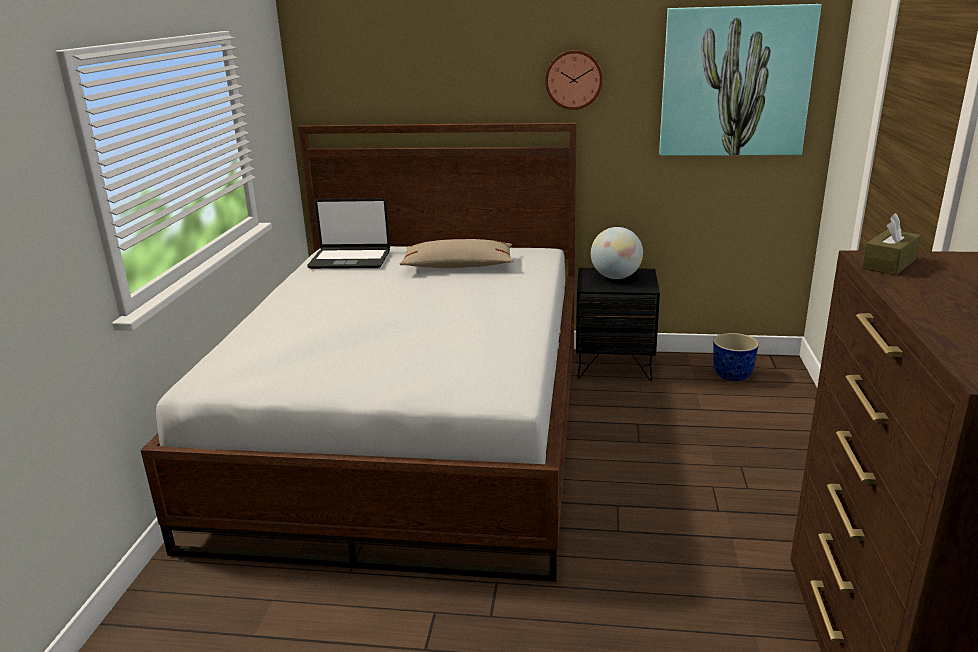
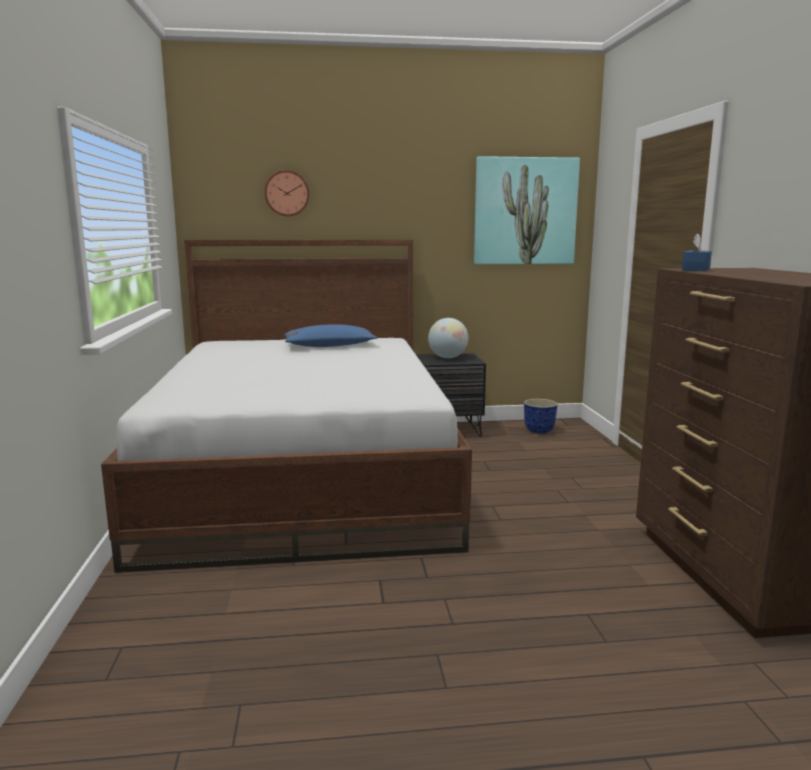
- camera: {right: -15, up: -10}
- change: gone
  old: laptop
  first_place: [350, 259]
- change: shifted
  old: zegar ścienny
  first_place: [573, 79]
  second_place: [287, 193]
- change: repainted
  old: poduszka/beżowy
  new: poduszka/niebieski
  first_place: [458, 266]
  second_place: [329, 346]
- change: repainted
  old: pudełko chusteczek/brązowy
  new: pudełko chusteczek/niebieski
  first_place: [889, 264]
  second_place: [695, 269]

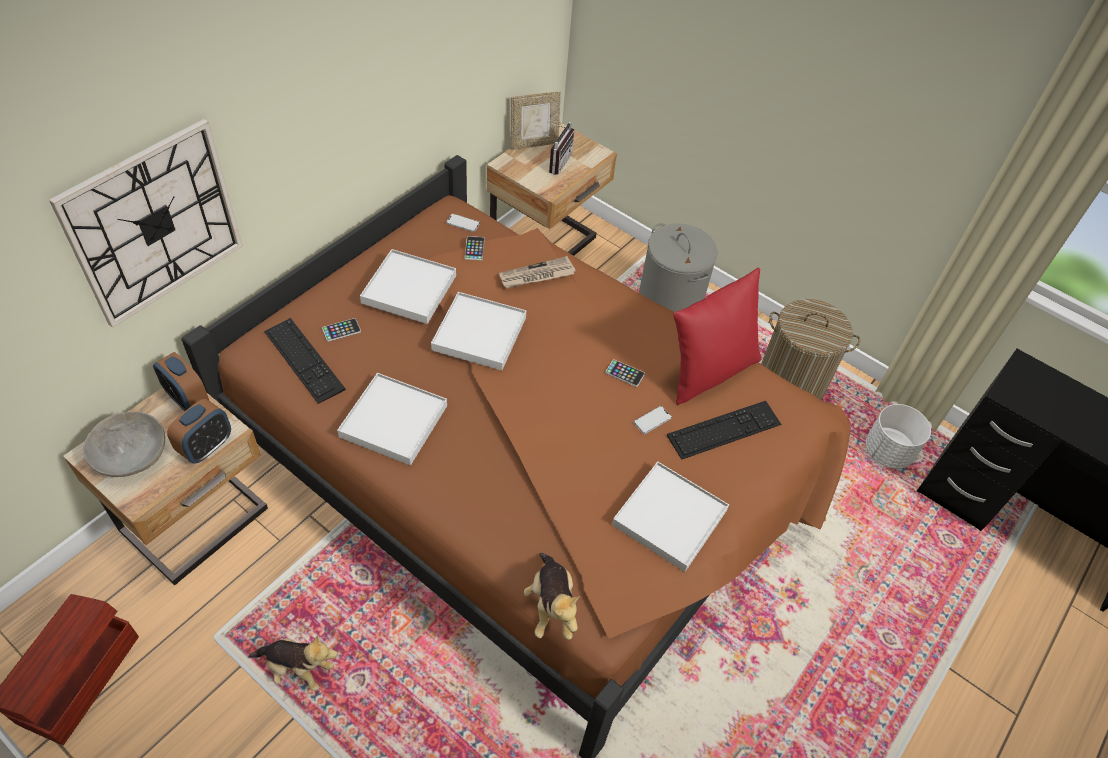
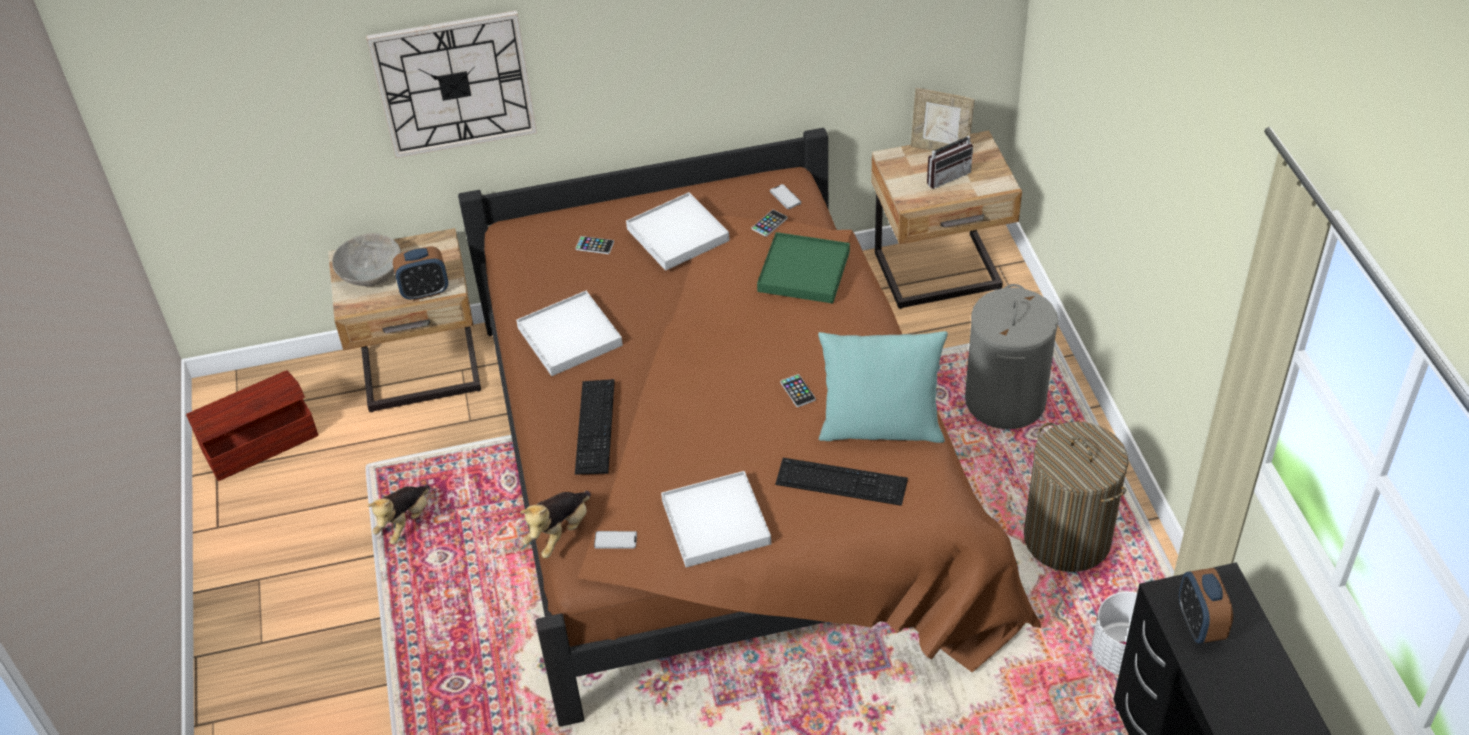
- camera: {right: 45, up: -5}
- change: gone
  old: taca/biały
  first_place: [479, 334]
- change: shifted
  old: budzik
  first_place: [187, 399]
  second_place: [1199, 624]
- change: shifted
  old: klawiatura
  first_place: [304, 360]
  second_place: [595, 426]
- change: shifted
  old: telefon
  first_place: [652, 420]
  second_place: [615, 540]
- change: swapped
  old: gazeta
  new: taca/zielony
  first_place: [536, 275]
  second_place: [803, 271]
- change: repainted
  old: poduszka/czerwony
  new: poduszka/turkusowy
  first_place: [708, 371]
  second_place: [880, 428]
- change: rotated
  old: pluszak
  first_place: [297, 669]
  second_place: [405, 522]
  degrees: 60

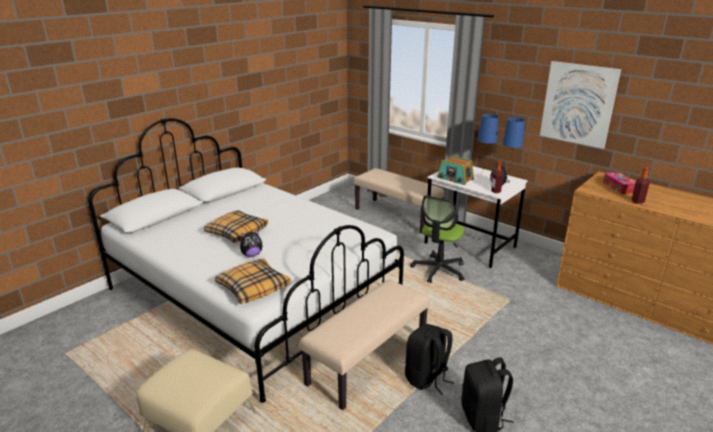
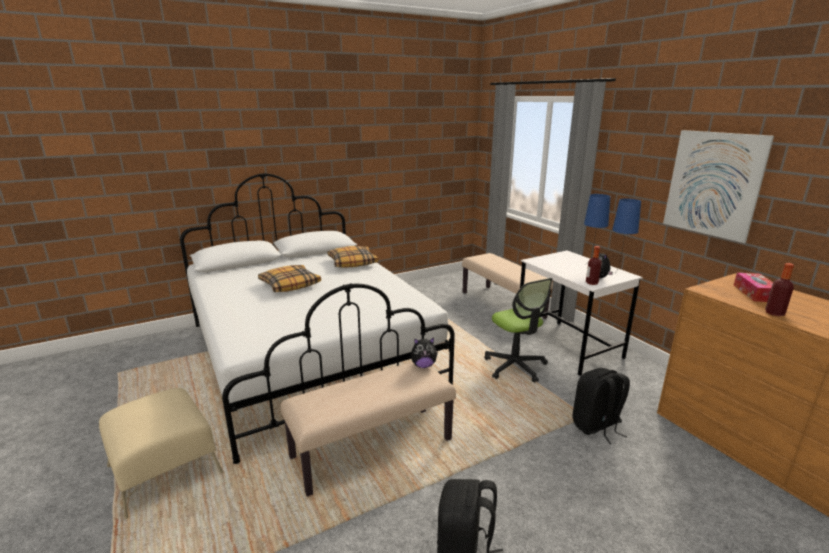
- camera: {right: 20, up: -5}
- change: gone
  old: radio
  first_place: [455, 179]
- change: shifted
  old: poduszka
  first_place: [253, 287]
  second_place: [352, 262]
- change: shifted
  old: pluszak
  first_place: [251, 255]
  second_place: [423, 365]
- change: shifted
  old: plecak/czarny
  first_place: [427, 378]
  second_place: [596, 426]
- change: rotated
  old: krzesło biurowe
  first_place: [438, 270]
  second_place: [515, 366]
  degrees: -75

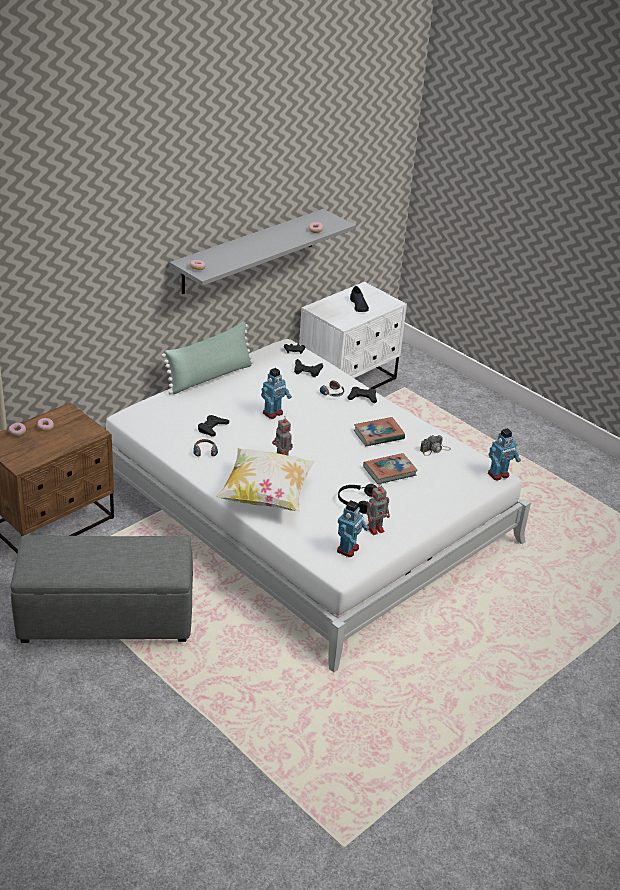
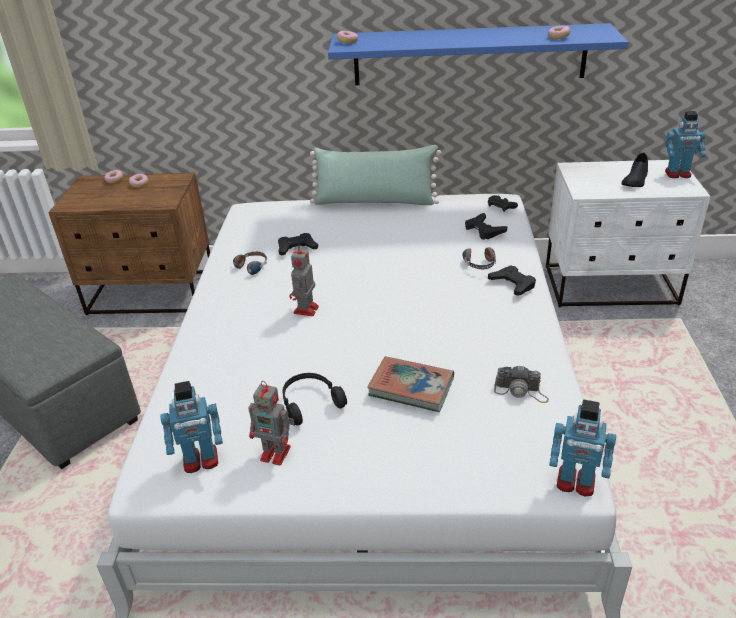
- camera: {right: 50, up: 0}
- change: gone
  old: poduszka
  first_place: [266, 495]
- change: gone
  old: książka
  first_place: [378, 435]
- change: shifted
  old: robot zabawkowy
  first_place: [273, 413]
  second_place: [678, 174]
- change: repainted
  old: półka/szary
  new: półka/niebieski
  first_place: [249, 251]
  second_place: [469, 55]

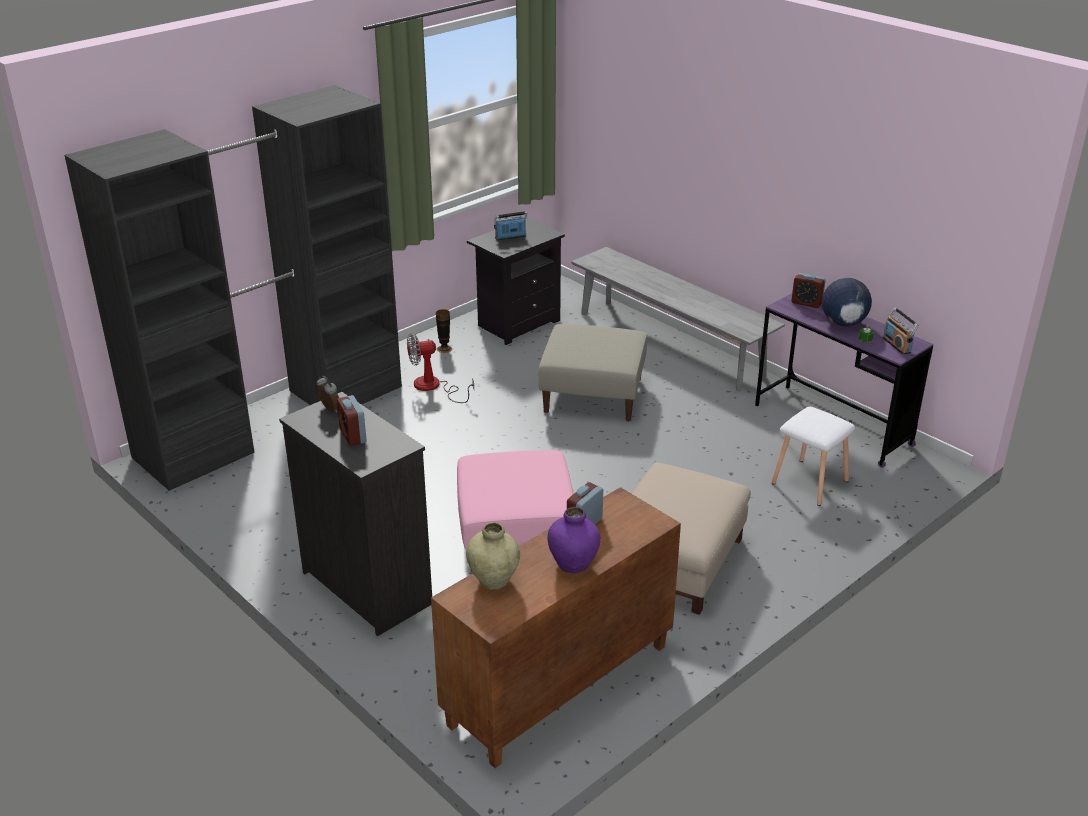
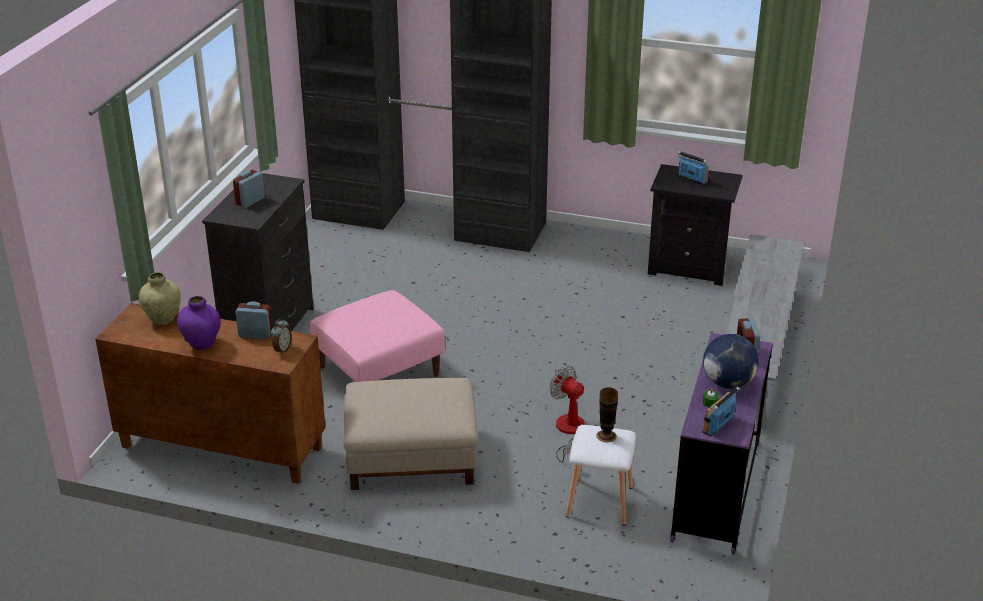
- camera: {right: 60, up: 0}
- change: gone
  old: pufa/beżowy
  first_place: [594, 395]
- change: shifted
  old: budzik
  first_place: [329, 409]
  second_place: [282, 349]
- change: shifted
  old: wentylator
  first_place: [434, 387]
  second_place: [569, 432]
- change: shifted
  old: wazon
  first_place: [444, 349]
  second_place: [606, 436]

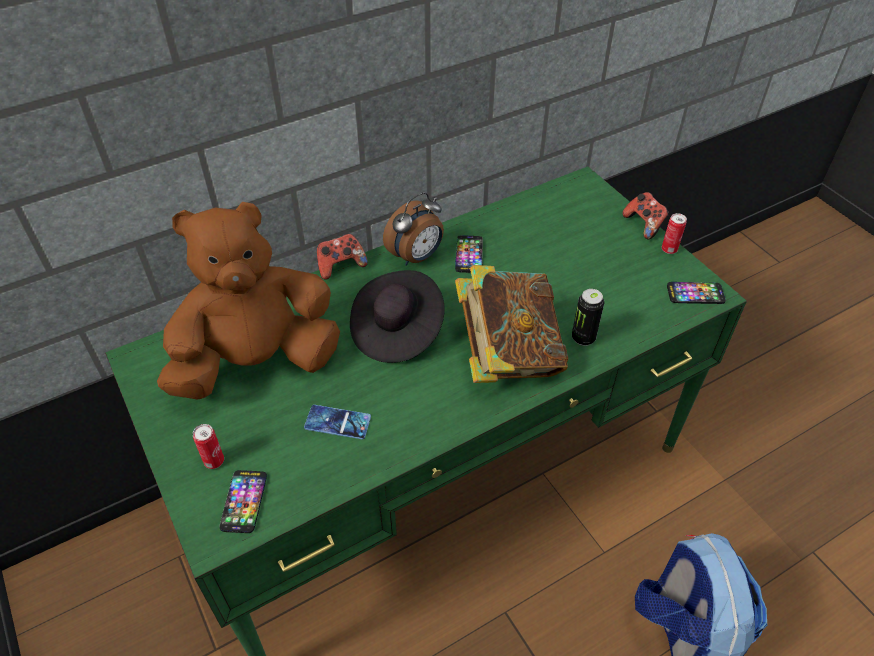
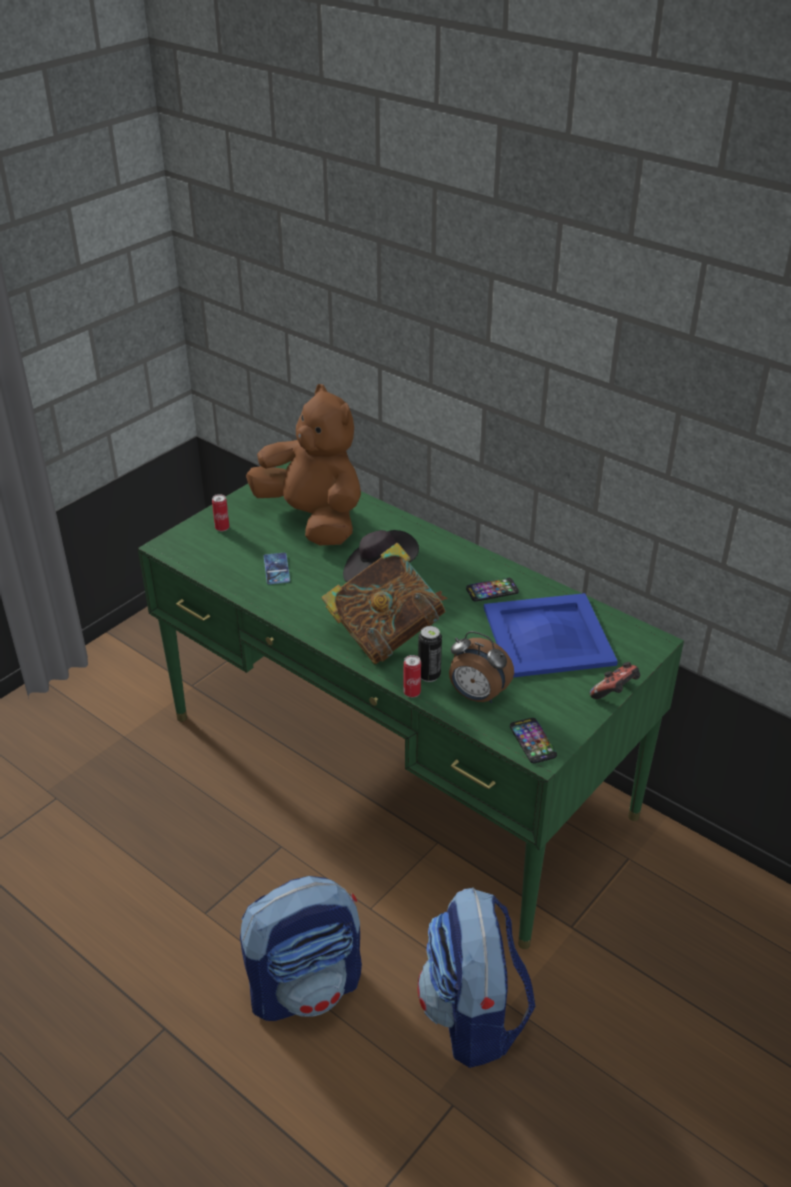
- camera: {right: 70, up: -10}
- change: gone
  old: telefon
  first_place: [244, 502]
- change: gone
  old: pad do gier
  first_place: [341, 266]
- change: new
  new: plecak
  second_place: [473, 1016]
- change: new
  new: taca/niebieski
  second_place: [547, 635]
- change: shifted
  old: budzik
  first_place: [416, 257]
  second_place: [477, 696]
- change: shifted
  old: puszka
  first_place: [669, 249]
  second_place: [412, 693]

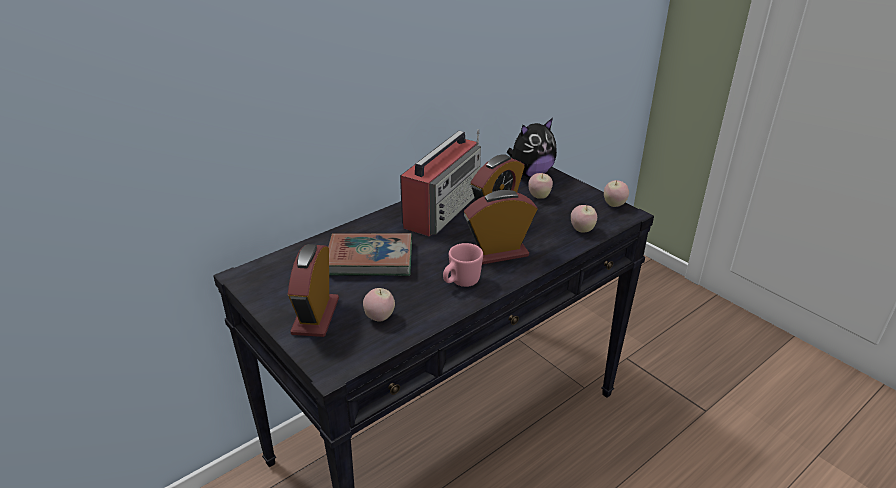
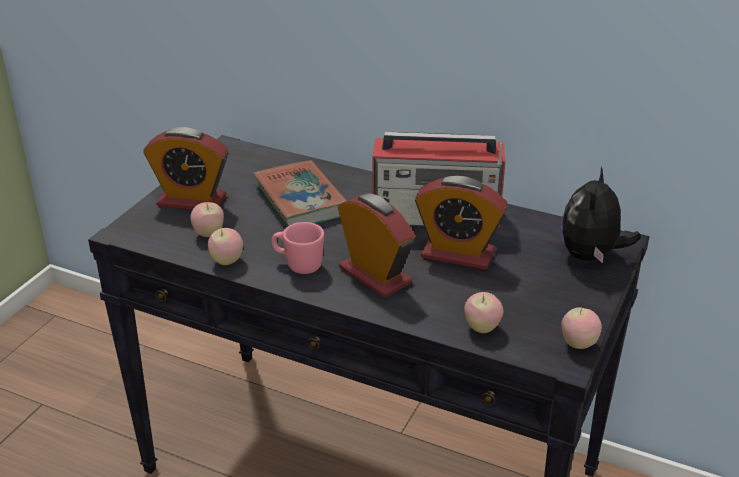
- camera: {right: 65, up: 0}
- change: shifted
  old: jabłko
  first_place: [539, 196]
  second_place: [227, 261]
- change: rotated
  old: budzik
  first_place: [315, 316]
  second_place: [191, 201]
  degrees: -150
- change: rotated
  old: pluszak
  first_place: [530, 174]
  second_place: [591, 256]
  degrees: 75

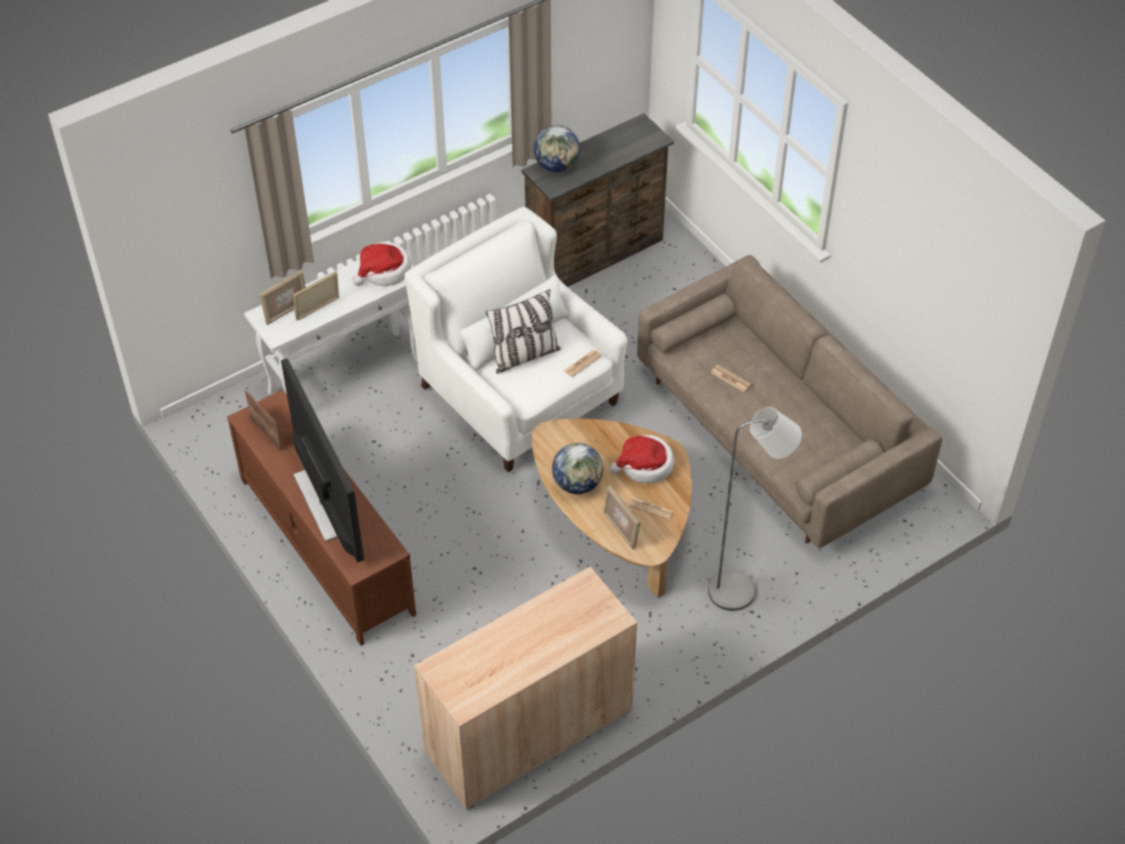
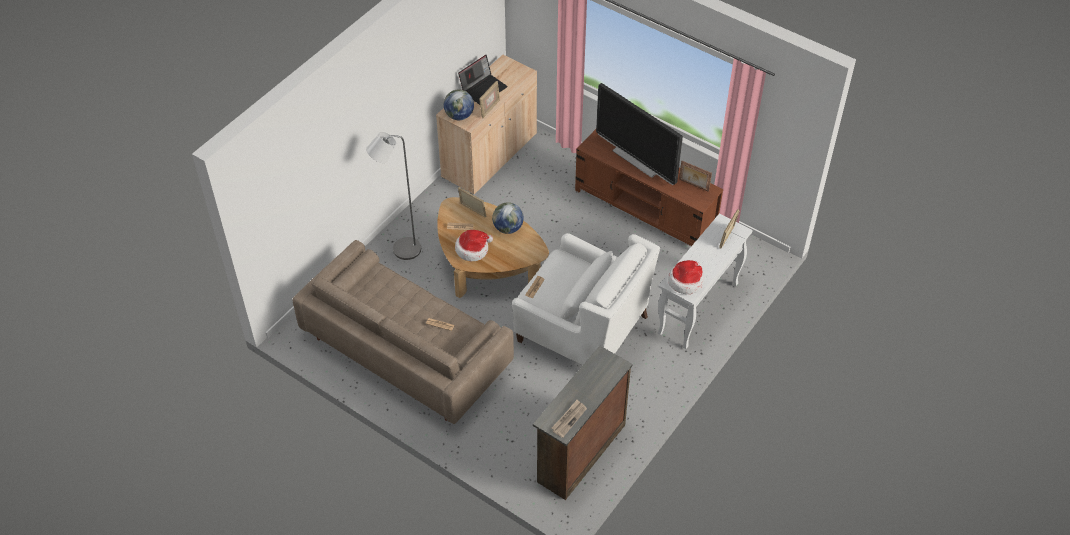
- camera: {right: 160, up: 0}
- change: gone
  old: poduszka
  first_place: [524, 356]
- change: new
  new: laptop
  second_place: [483, 88]
- change: new
  new: gazeta
  second_place: [569, 419]
- change: shifted
  old: ramka na zdjęcie
  first_place: [318, 309]
  second_place: [490, 108]
- change: shifted
  old: globus
  first_place: [557, 166]
  second_place: [459, 116]

